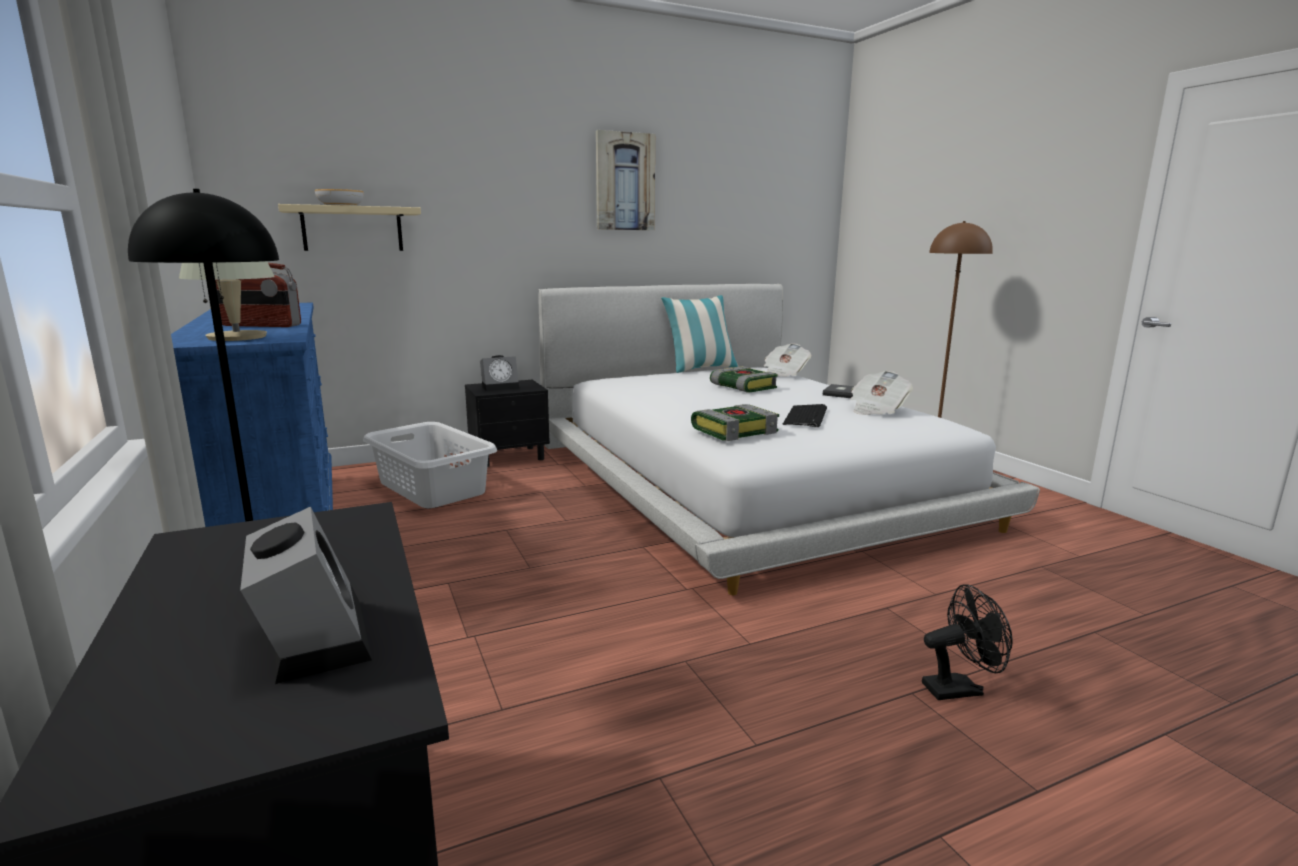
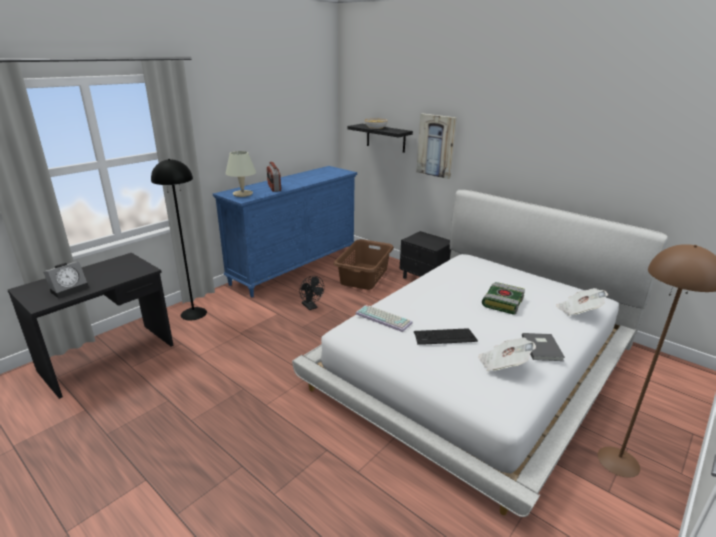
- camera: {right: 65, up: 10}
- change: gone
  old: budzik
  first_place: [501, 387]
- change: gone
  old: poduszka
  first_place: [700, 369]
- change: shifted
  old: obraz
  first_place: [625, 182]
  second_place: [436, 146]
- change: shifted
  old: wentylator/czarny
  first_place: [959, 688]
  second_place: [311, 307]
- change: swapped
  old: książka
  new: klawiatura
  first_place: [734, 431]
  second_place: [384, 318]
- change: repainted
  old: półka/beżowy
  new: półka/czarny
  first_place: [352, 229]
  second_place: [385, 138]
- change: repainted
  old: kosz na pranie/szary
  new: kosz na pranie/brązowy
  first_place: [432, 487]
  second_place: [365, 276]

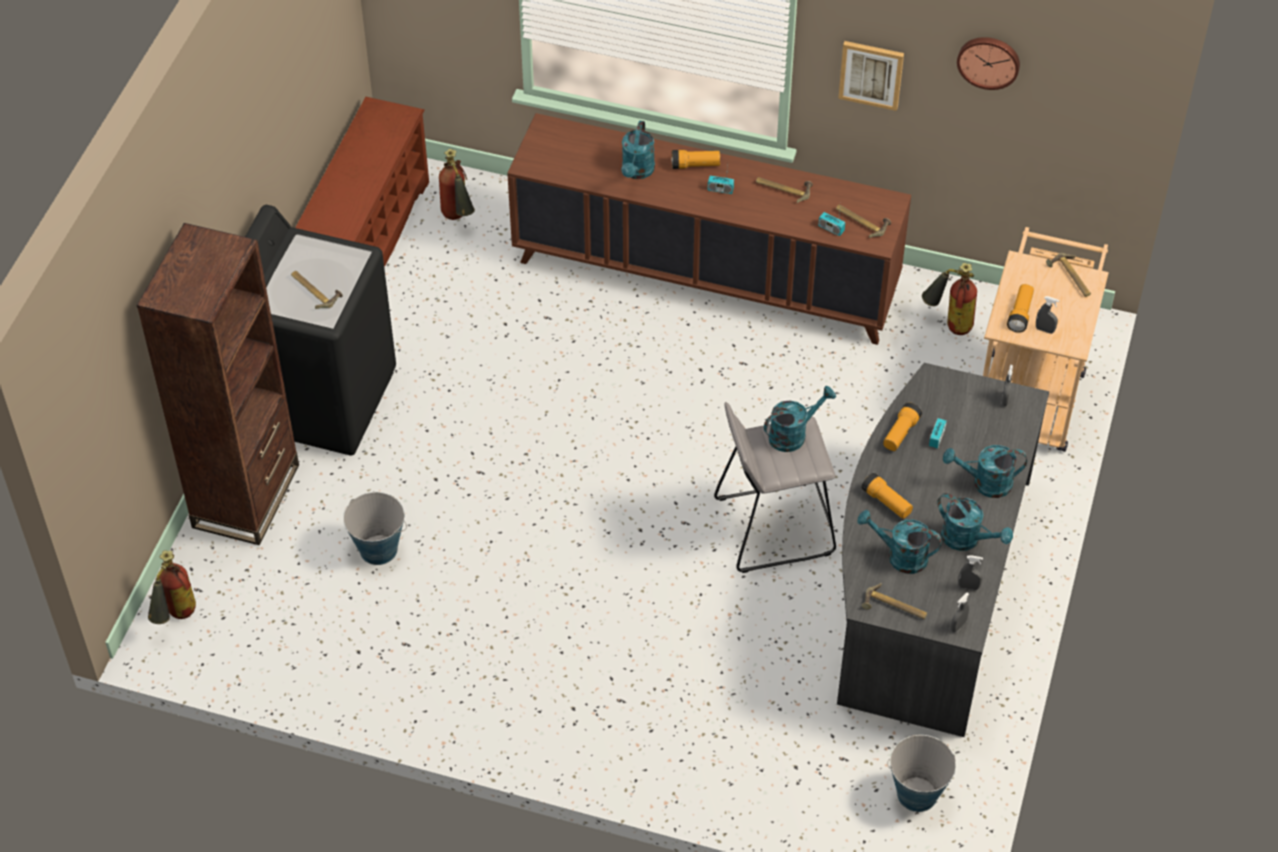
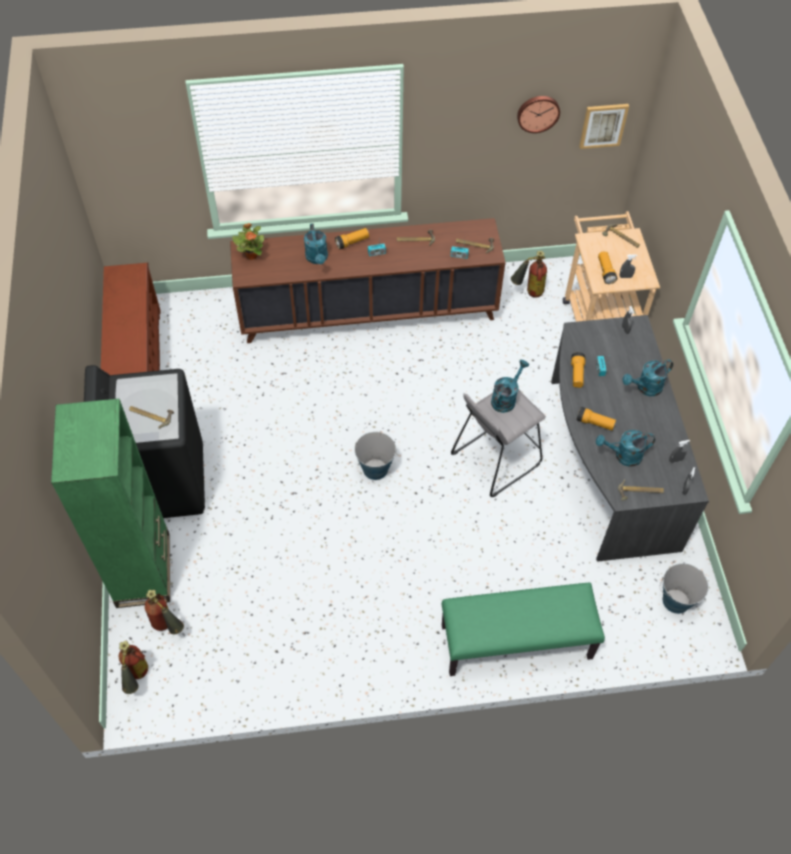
- camera: {right: -25, up: 5}
- change: gone
  old: konewka/turkusowy
  first_place: [967, 539]
- change: new
  new: roślina doniczkowa
  second_place: [251, 255]
- change: new
  new: ławka/zielony
  second_place: [516, 643]
- change: shifted
  old: wiadro
  first_place: [378, 549]
  second_place: [375, 469]
- change: shifted
  old: gaśnica
  first_place: [458, 219]
  second_place: [168, 627]
- change: shifted
  old: obraz
  first_place: [871, 74]
  second_place: [603, 125]
- change: repainted
  old: regał/brązowy
  new: regał/zielony
  first_place: [246, 496]
  second_place: [143, 570]

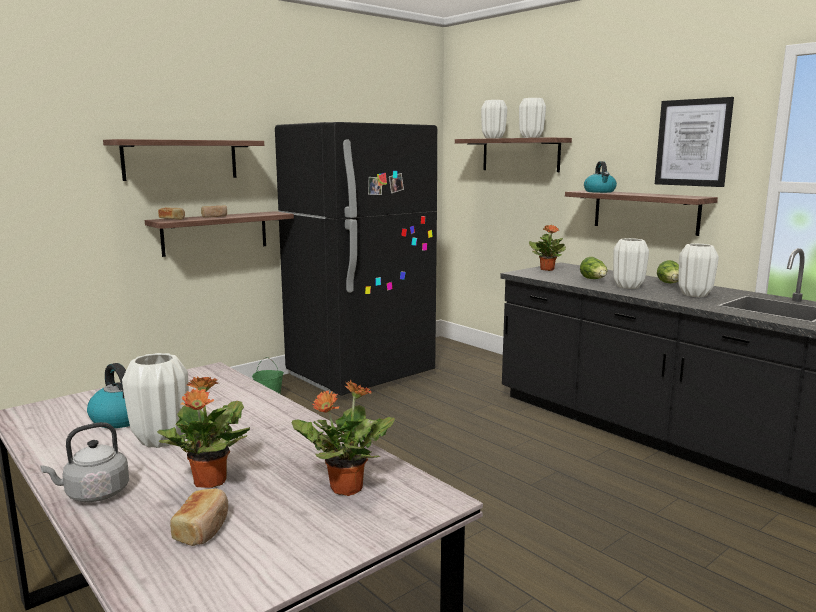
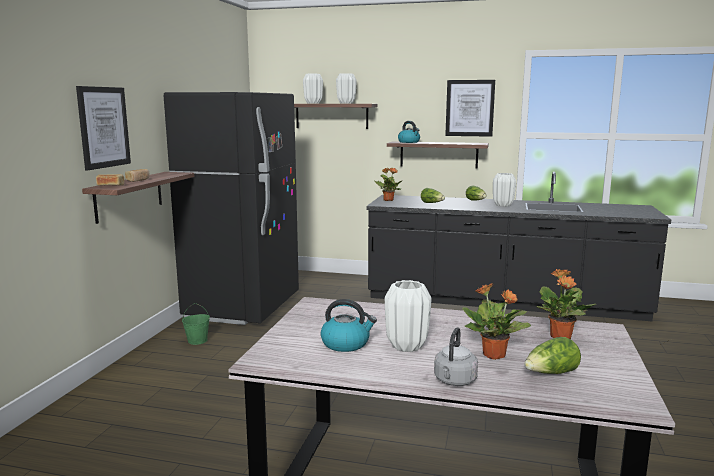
- camera: {right: -35, up: 0}
- change: gone
  old: wazon/biały
  first_place: [628, 287]
- change: swapped
  old: półka
  new: obraz
  first_place: [180, 159]
  second_place: [103, 127]
- change: swapped
  old: chleb
  new: sałata
  first_place: [203, 529]
  second_place: [551, 373]

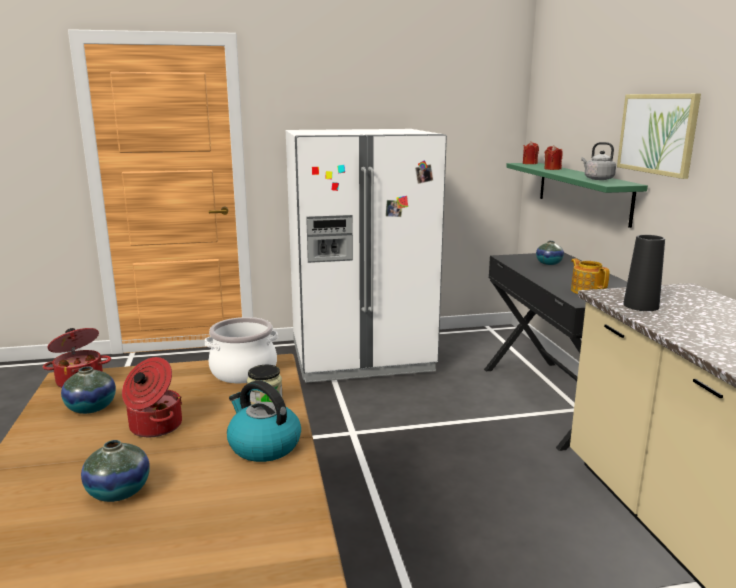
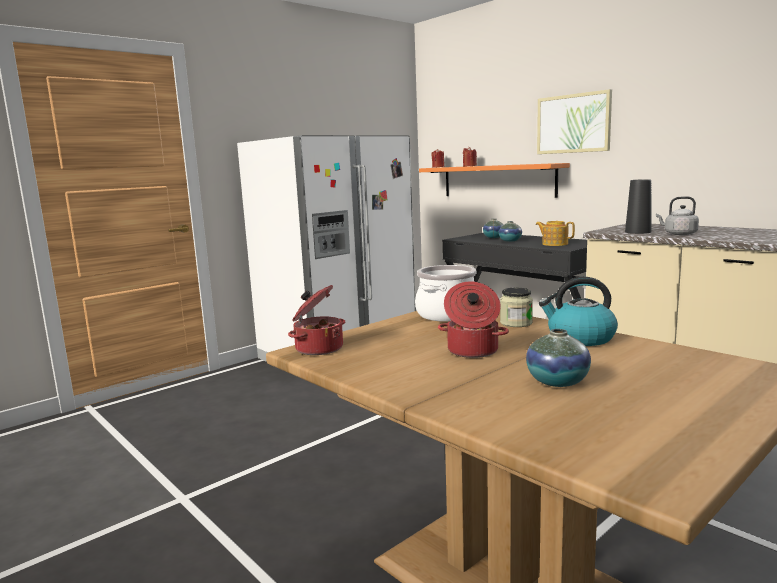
- camera: {right: -30, up: -5}
- change: shifted
  old: wazon
  first_place: [91, 408]
  second_place: [510, 241]
- change: shifted
  old: czajnik/szary
  first_place: [597, 179]
  second_place: [678, 234]
- change: repainted
  old: półka/zielony
  new: półka/pomarańczowy
  first_place: [582, 191]
  second_place: [497, 181]

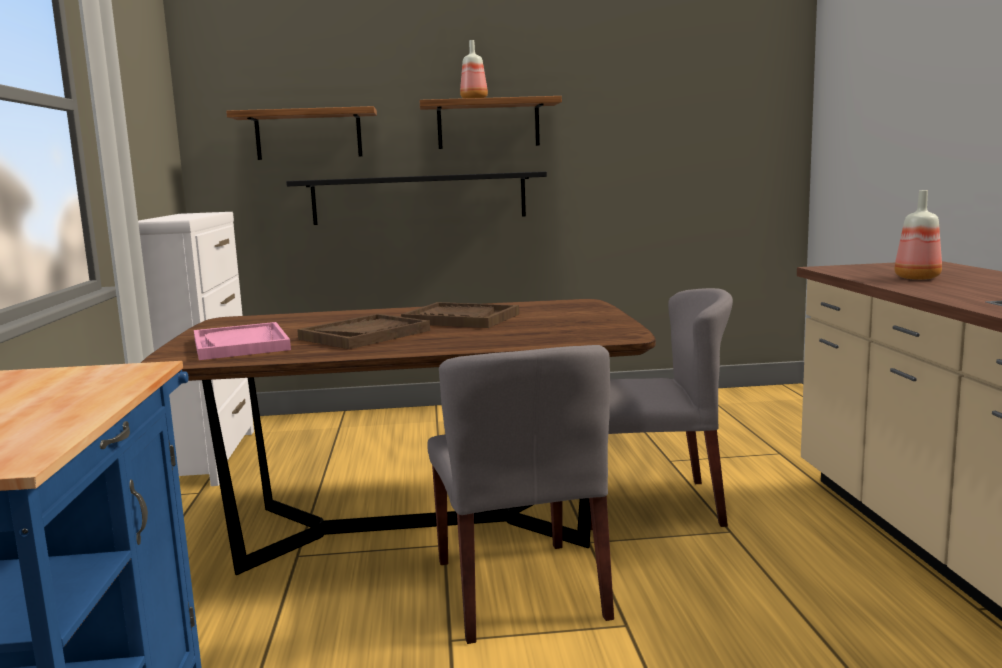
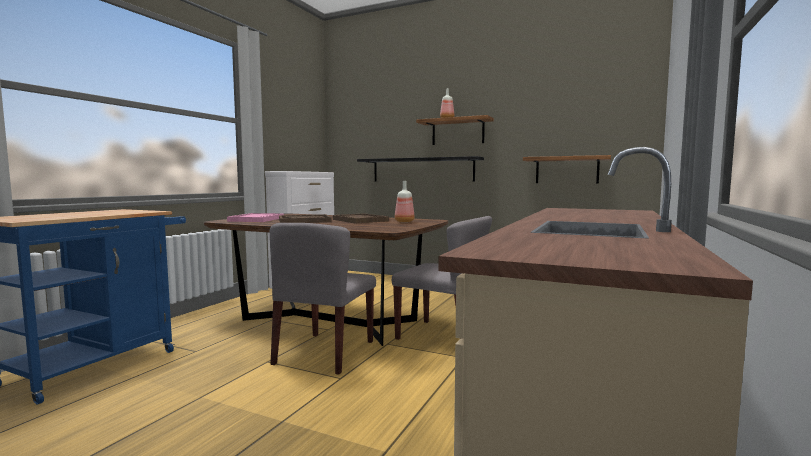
- camera: {right: 30, up: -5}
- change: shifted
  old: półka
  first_place: [308, 135]
  second_place: [566, 170]
- change: shifted
  old: butelka
  first_place: [916, 278]
  second_place: [403, 221]

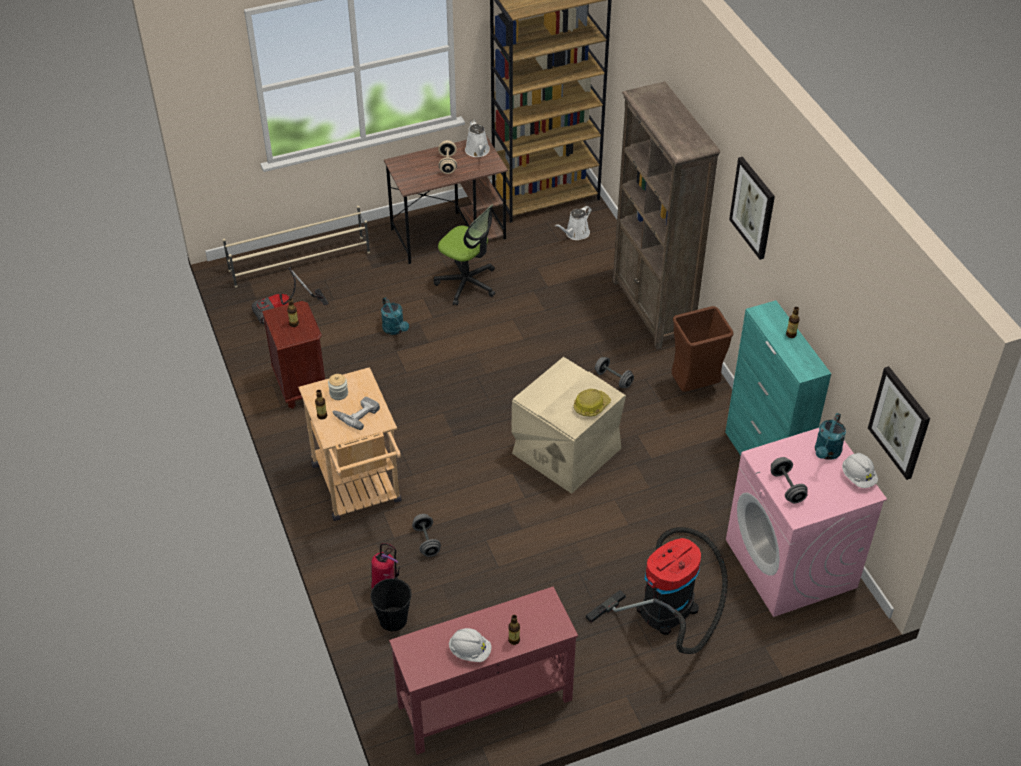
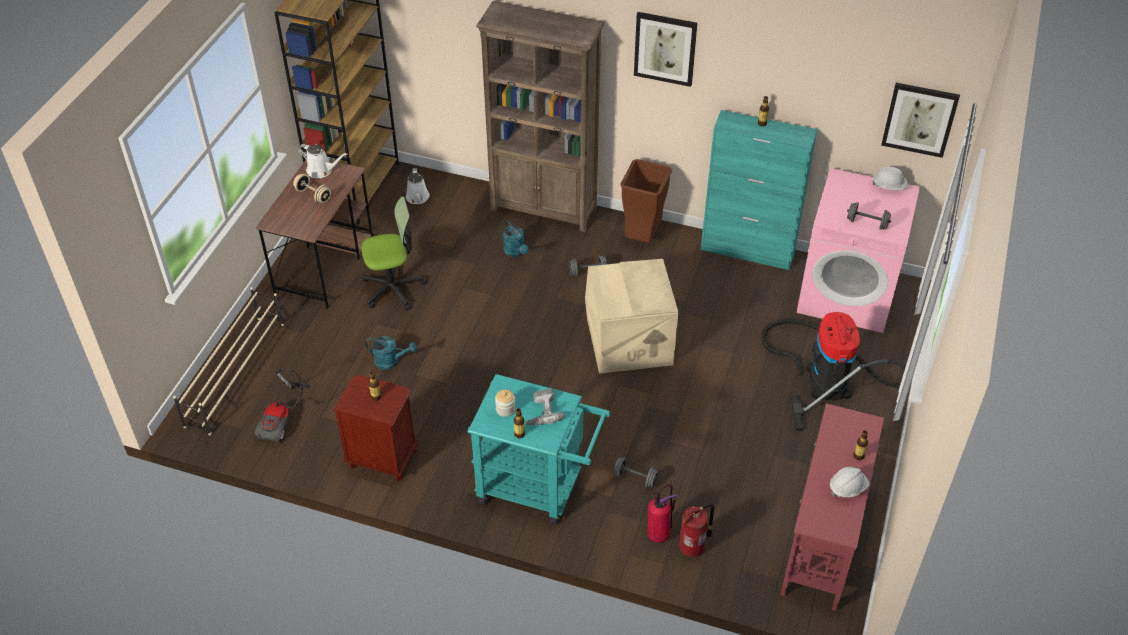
- camera: {right: -50, up: 0}
- change: gone
  old: kask
  first_place: [591, 406]
- change: shifted
  old: konewka/turkusowy
  first_place: [826, 453]
  second_place: [516, 252]
- change: swapped
  old: wiadro/czarny
  new: gaśnica
  first_place: [393, 619]
  second_place: [693, 547]
- change: repainted
  old: wózek/beżowy
  new: wózek/turkusowy
  first_place: [359, 489]
  second_place: [538, 488]

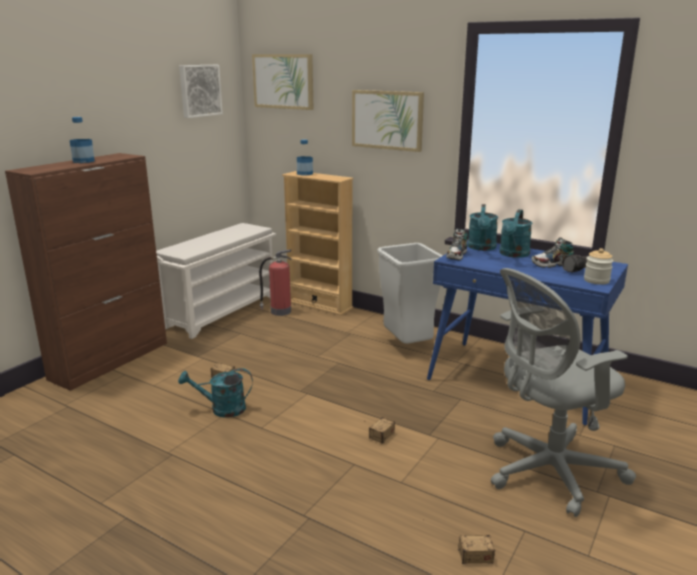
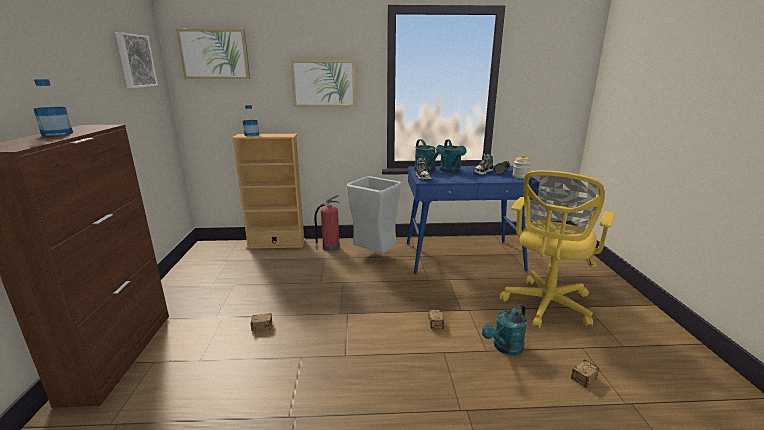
- camera: {right: -35, up: 0}
- change: gone
  old: regał na buty/biały
  first_place: [221, 311]
- change: shifted
  old: konewka/turkusowy
  first_place: [222, 409]
  second_place: [505, 348]
- change: shifted
  old: gaśnica
  first_place: [279, 311]
  second_place: [330, 247]
- change: repainted
  old: krzesło biurowe/szary
  new: krzesło biurowe/żółty
  first_place: [547, 472]
  second_place: [546, 306]

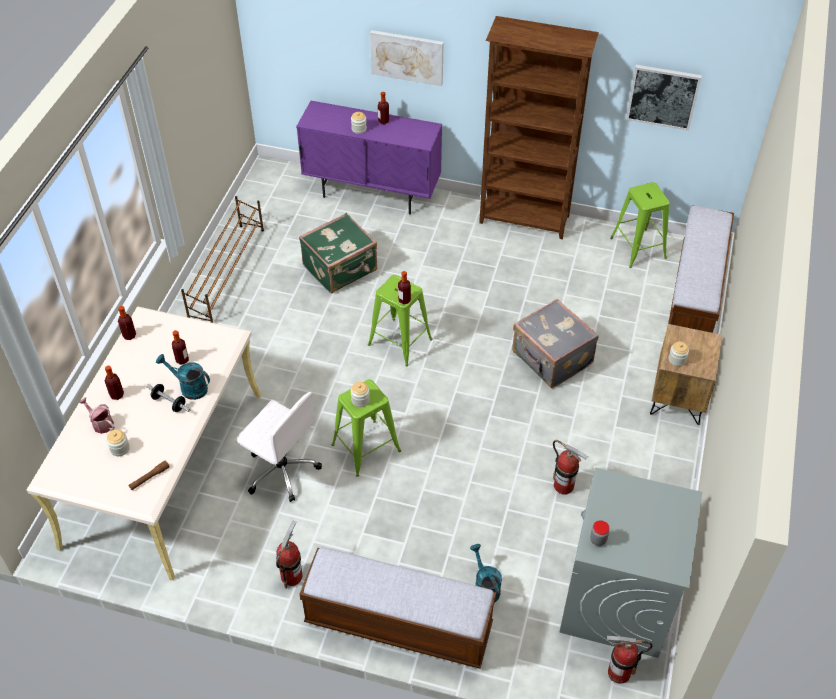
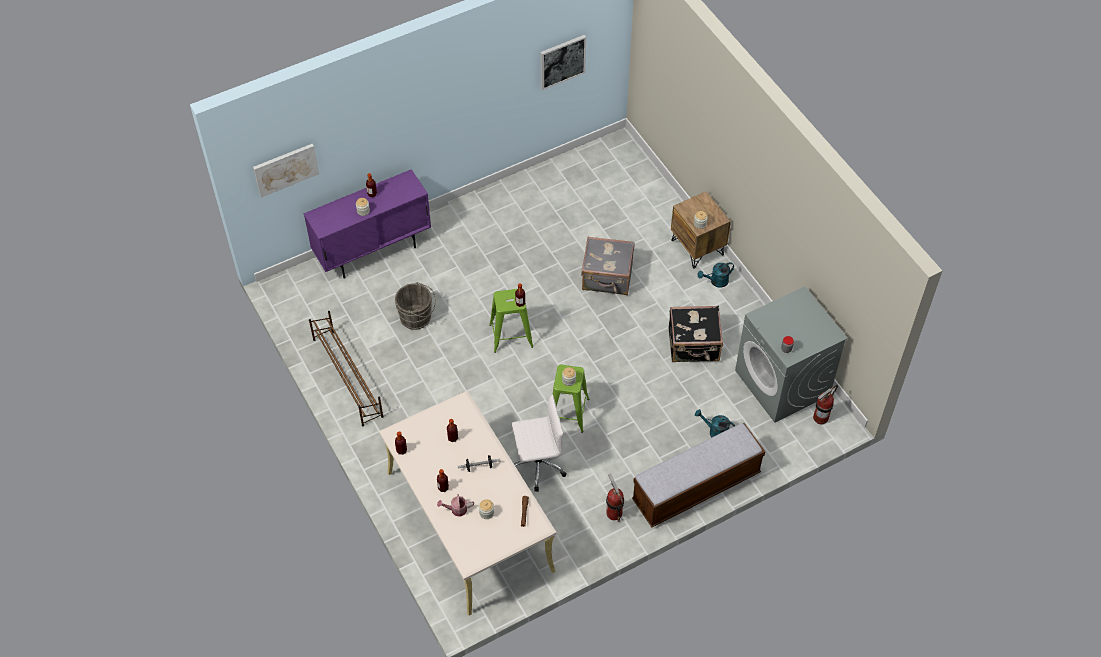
- camera: {right: -45, up: 5}
- change: gone
  old: regał/brązowy
  first_place: [525, 220]
- change: gone
  old: stołek/zielony
  first_place: [638, 247]
- change: gone
  old: ławka
  first_place: [694, 294]
- change: shifted
  old: konewka/turkusowy
  first_place: [189, 387]
  second_place: [716, 281]
- change: shifted
  old: obraz
  first_place: [407, 57]
  second_place: [285, 169]
- change: swapped
  old: walizka/zielony
  new: wiadro/szary
  first_place: [341, 269]
  second_place: [417, 318]
- change: swapped
  old: gaśnica
  new: walizka/czarny
  first_place: [563, 485]
  second_place: [694, 345]

